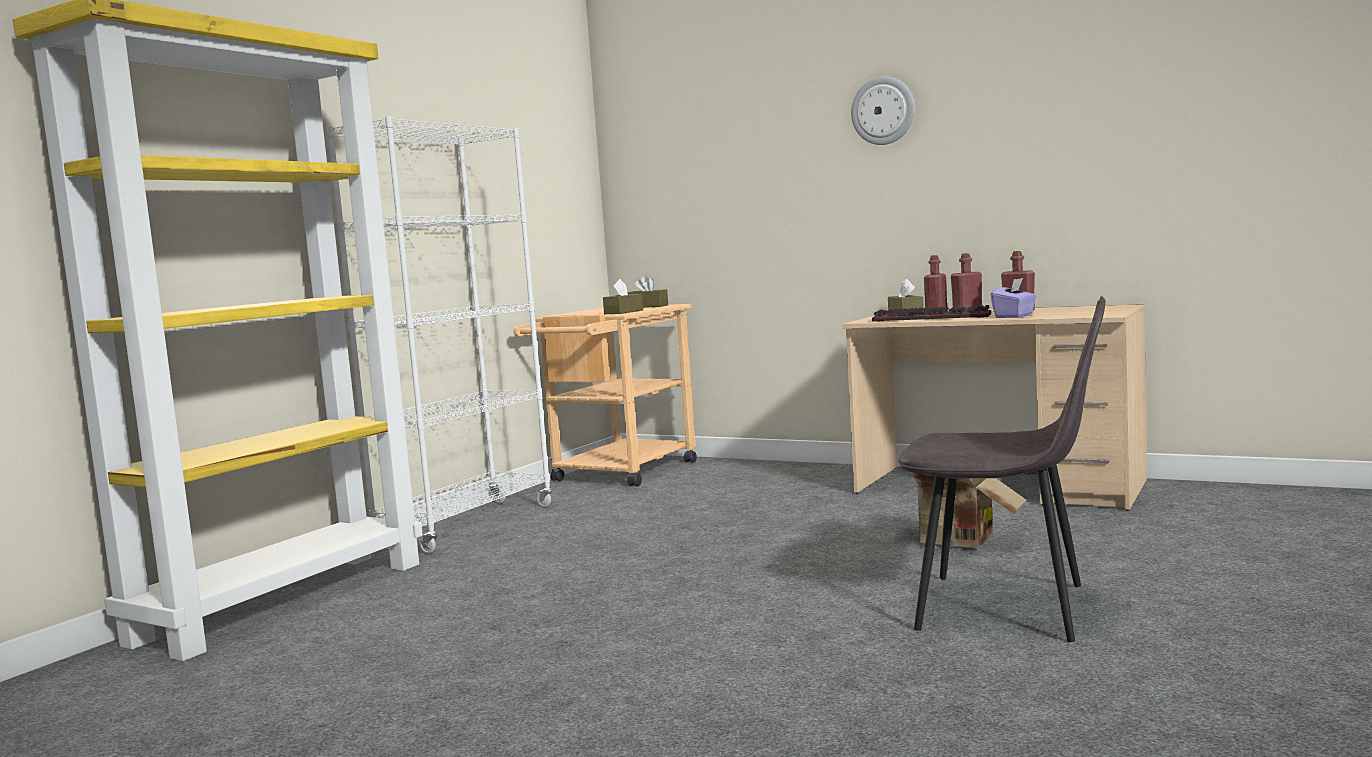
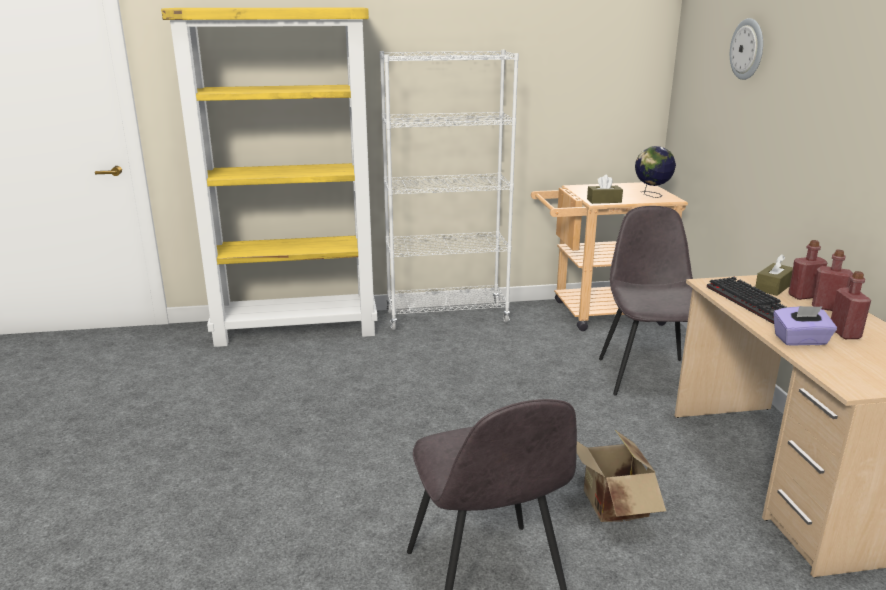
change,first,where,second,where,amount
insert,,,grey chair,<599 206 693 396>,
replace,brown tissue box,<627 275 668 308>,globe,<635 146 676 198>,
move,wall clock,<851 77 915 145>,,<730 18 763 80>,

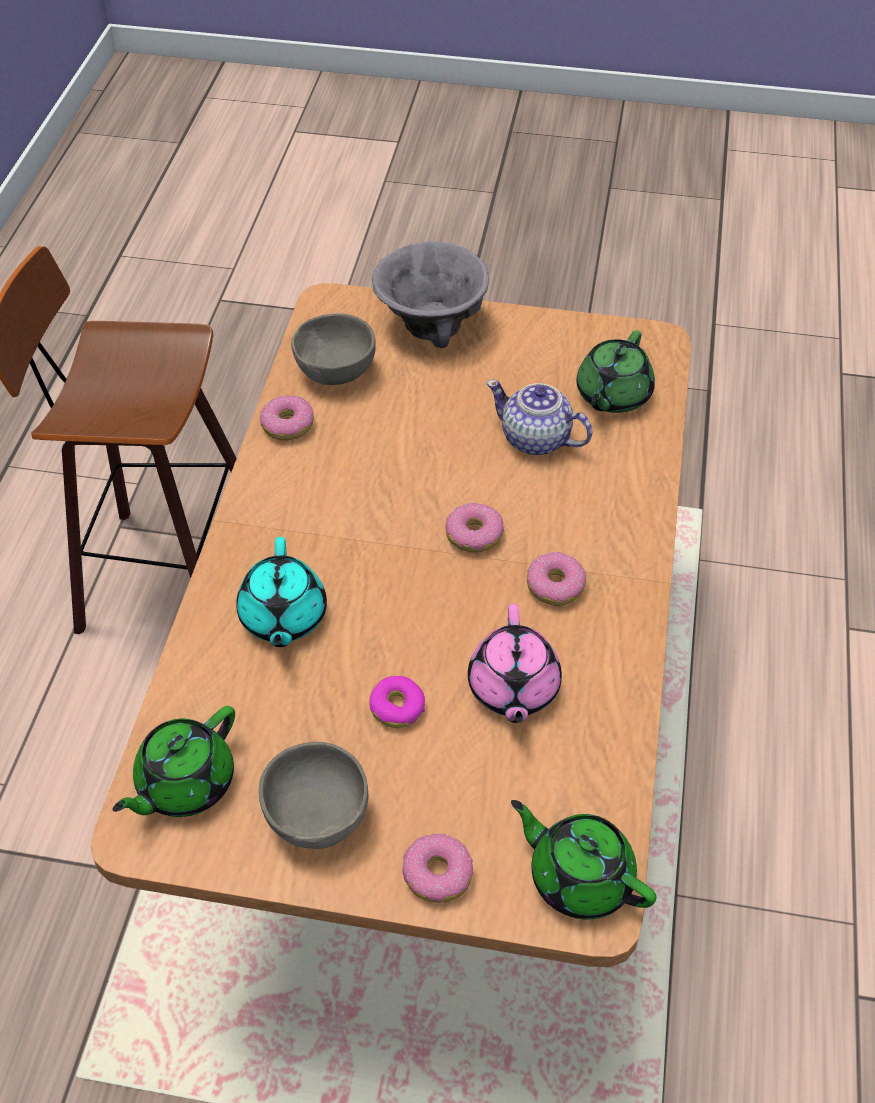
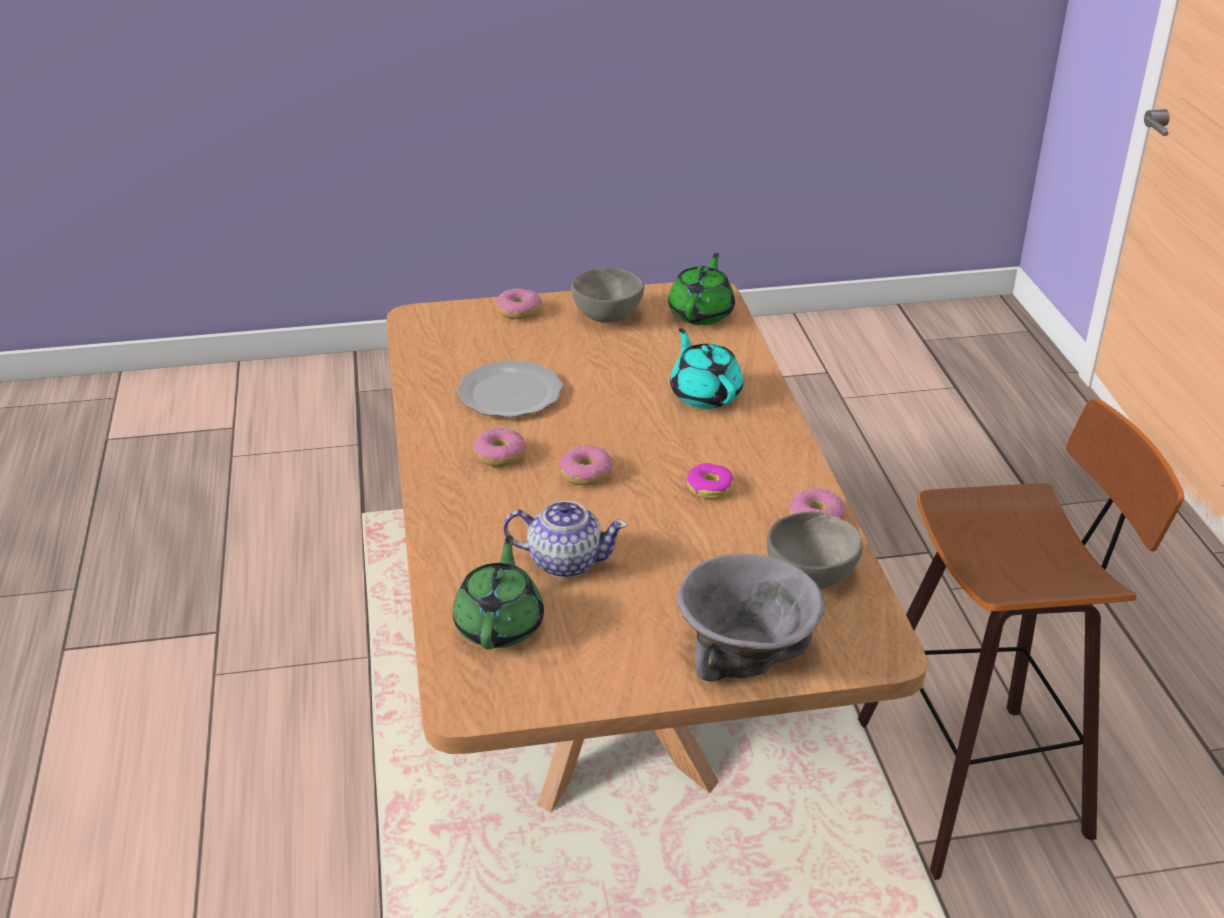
change,first,where,second,where,amount
replace,pink teapot,<468 604 562 723>,plate,<457 360 563 417>,
move,donut,<369 676 425 728>,,<686 463 734 499>,
delete,green teapot,<511 800 657 920>,,,

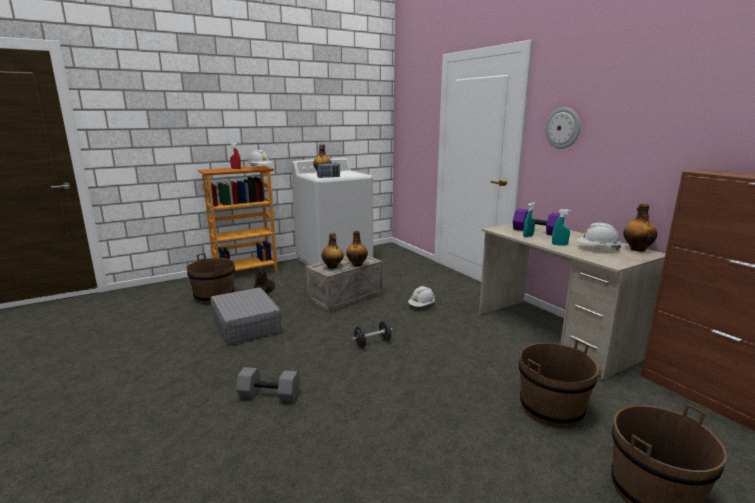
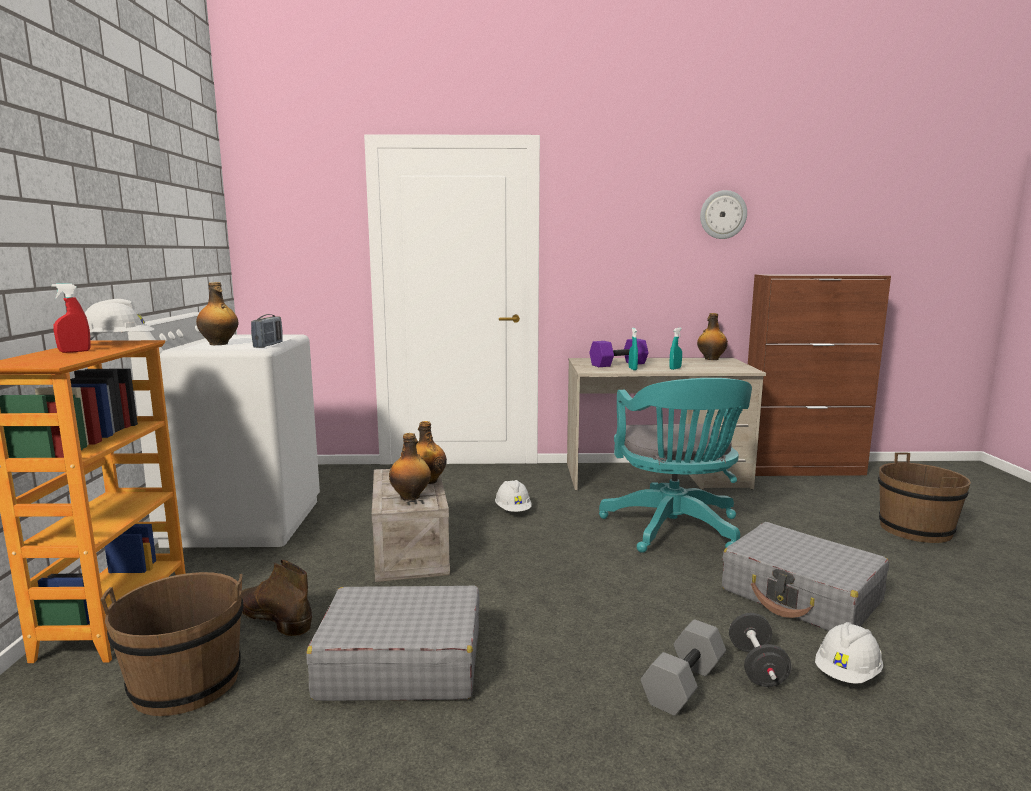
change,first,where,second,where,amount
insert,,,turquoise office chair,<599 378 752 553>,
move,wall clock,<545 107 580 149>,,<700 190 747 239>,
insert,,,grey suitcase,<722 522 889 631>,
move,black dumbbell,<352 321 393 348>,,<729 613 792 687>,
move,white hard hat,<577 223 621 250>,,<815 622 883 684>,
delete,brown bucket,<519 339 599 428>,,,

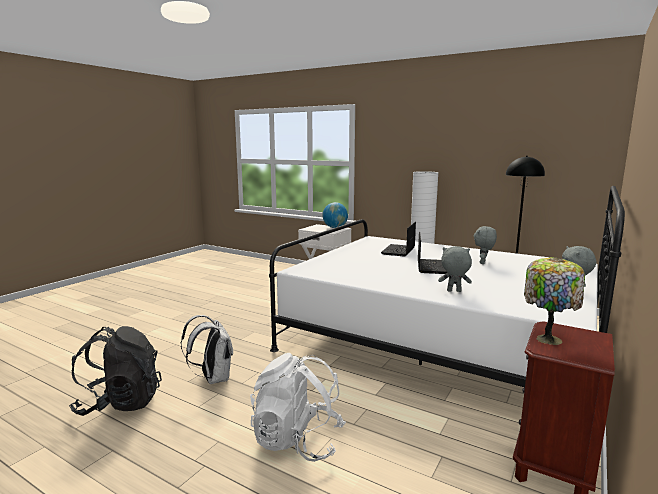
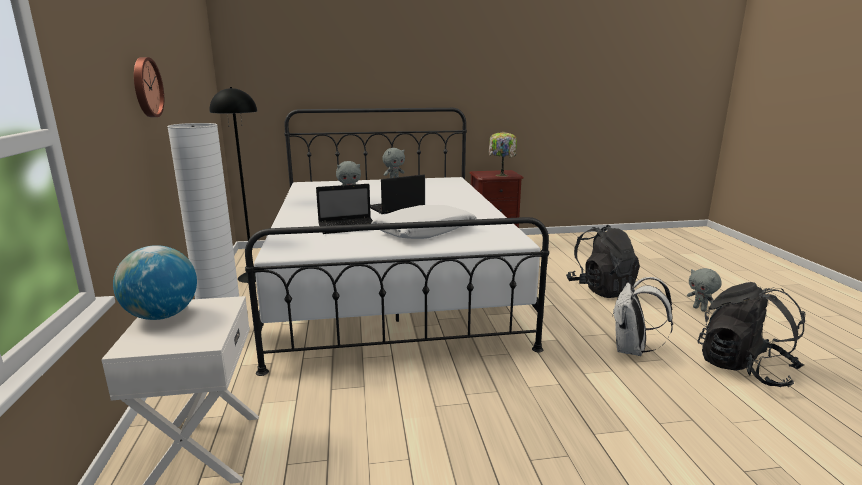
change,first,where,second,where,amount
insert,,,wall clock,<134 57 164 117>,
insert,,,white pillow,<371 205 477 239>,
recolor,white backpack,<250 353 346 462>,black backpack,<566 225 640 298>,
move,grey plush toy,<438 246 472 292>,,<687 268 722 312>,

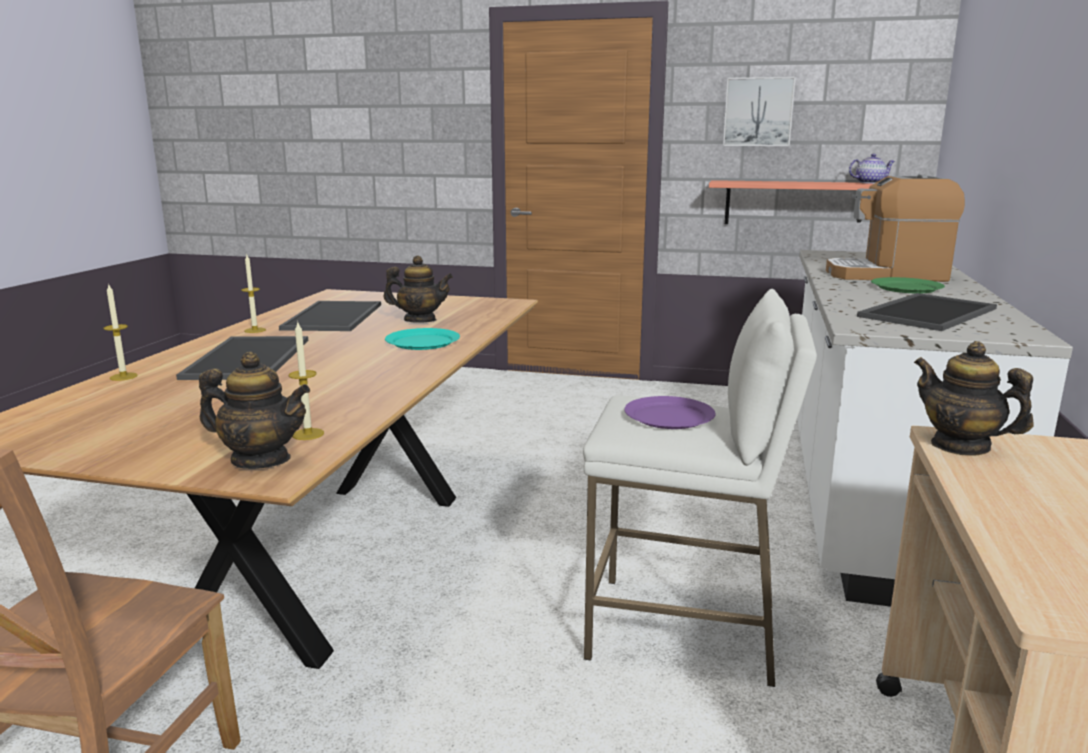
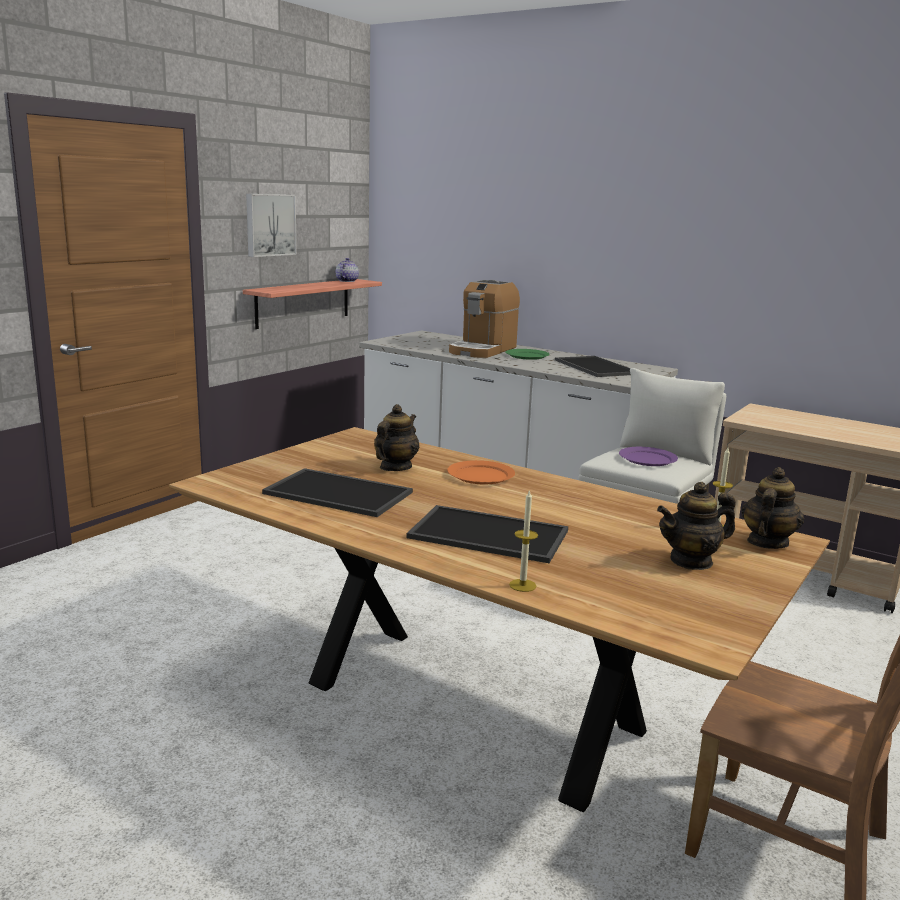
change,first,where,second,where,amount
recolor,turquoise plate,<385 328 460 350>,orange plate,<447 460 515 484>,
move,teapot,<914 341 1034 456>,,<657 482 736 570>,
delete,candle,<241 255 266 333>,,,

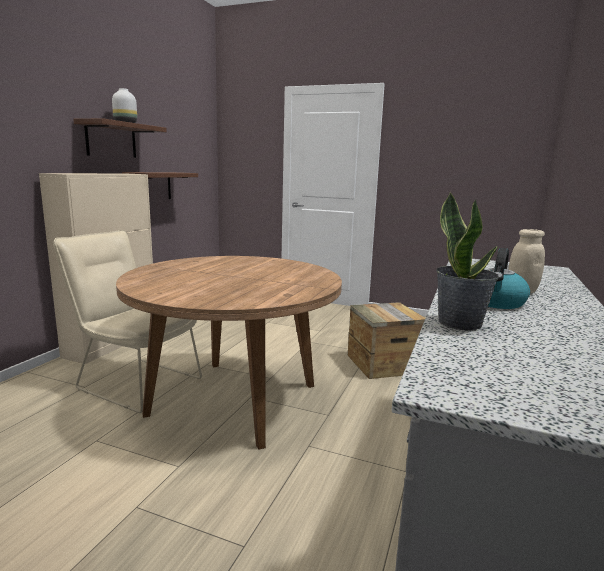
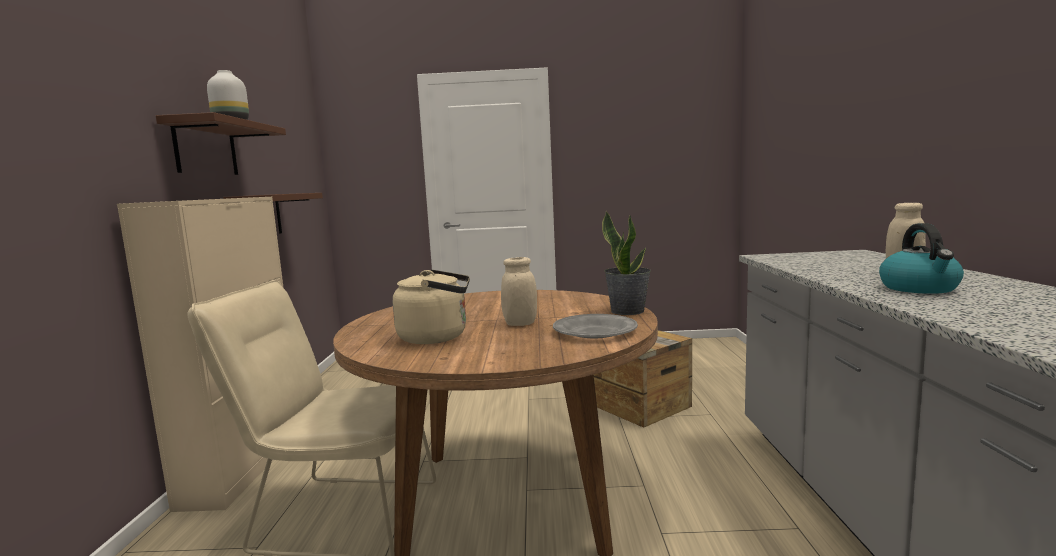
change,first,where,second,where,amount
insert,,,beige kettle,<393 270 470 344>,
insert,,,beige jar,<501 257 537 326>,
insert,,,grey plate,<553 314 638 338>,
move,potted plant,<436 192 499 330>,,<602 211 651 315>,

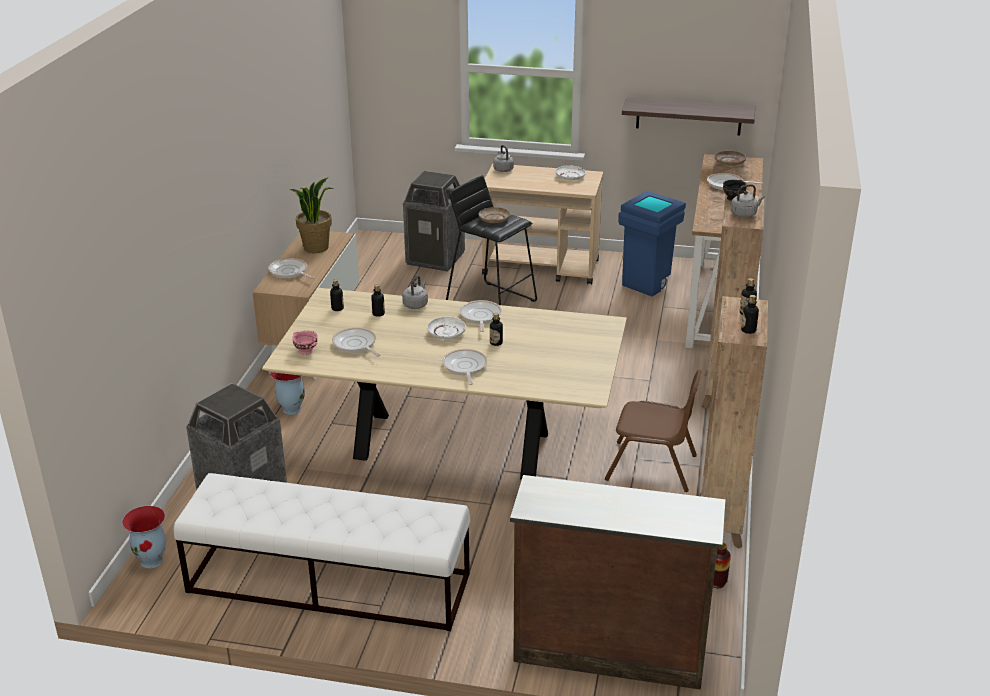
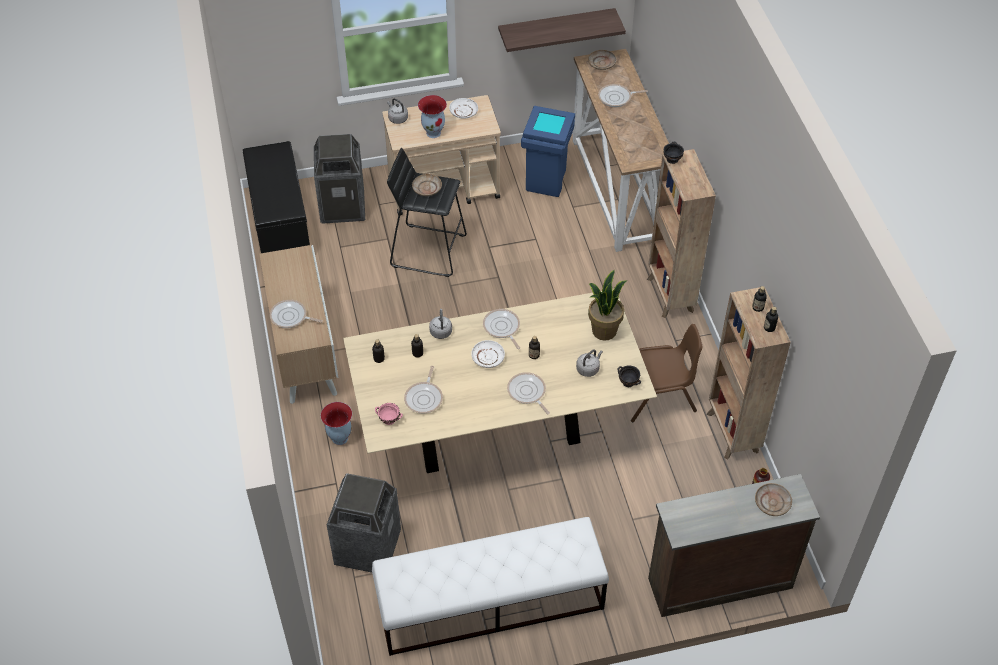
change,first,where,second,where,amount
insert,,,black bench,<243 141 310 253>,
rotate,frying pan,<332 328 380 357>,,<404 366 443 414>,105 degrees counterclockwise
move,vase,<122 506 166 568>,,<418 95 447 138>,
move,grey kettle,<731 184 765 217>,,<576 349 603 377>,
move,potted plant,<289 178 335 253>,,<588 270 627 341>,
insert,,,black bowl,<618 365 641 387>,
insert,,,beige plate,<755 483 792 516>,

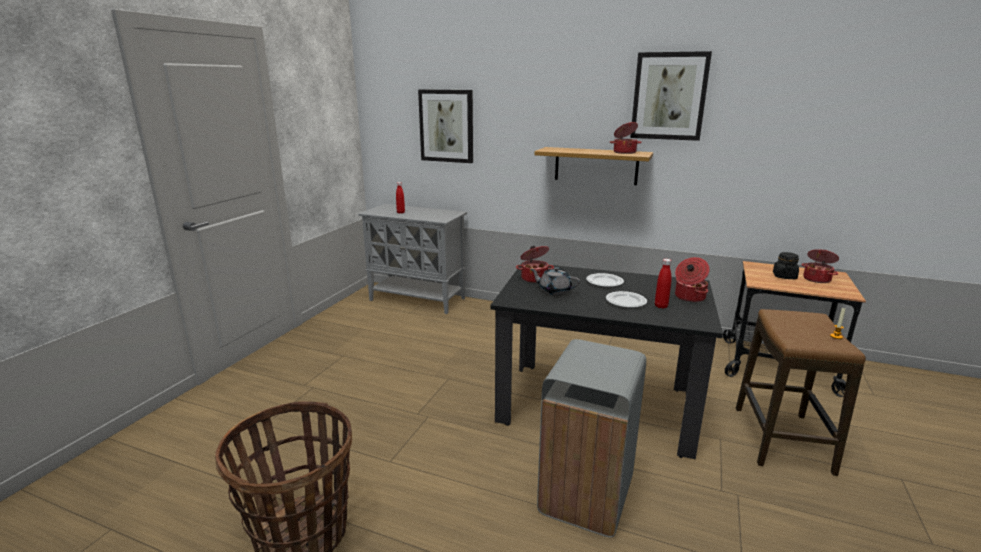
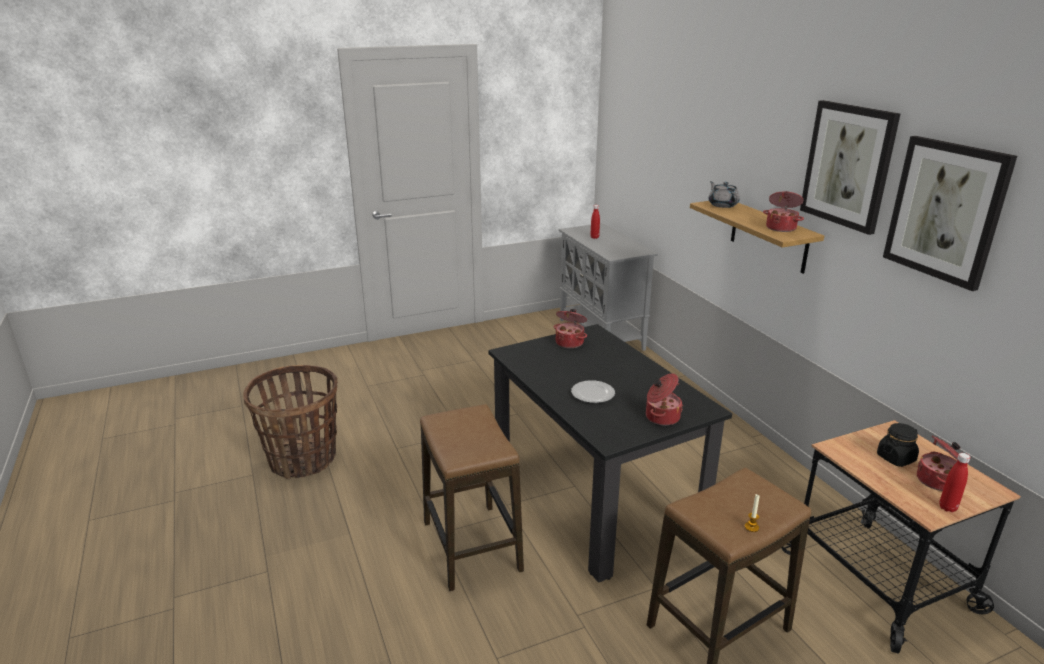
change,first,where,second,where,amount
replace,grey trash can,<537 339 646 537>,stool,<420 404 524 591>,
move,grey teapot,<530 267 580 295>,,<708 181 740 208>,
move,picture,<418 89 473 163>,,<883 136 1017 291>,
move,red bottle,<655 259 671 309>,,<939 453 971 512>,
delete,plate,<586 273 624 287>,,,

